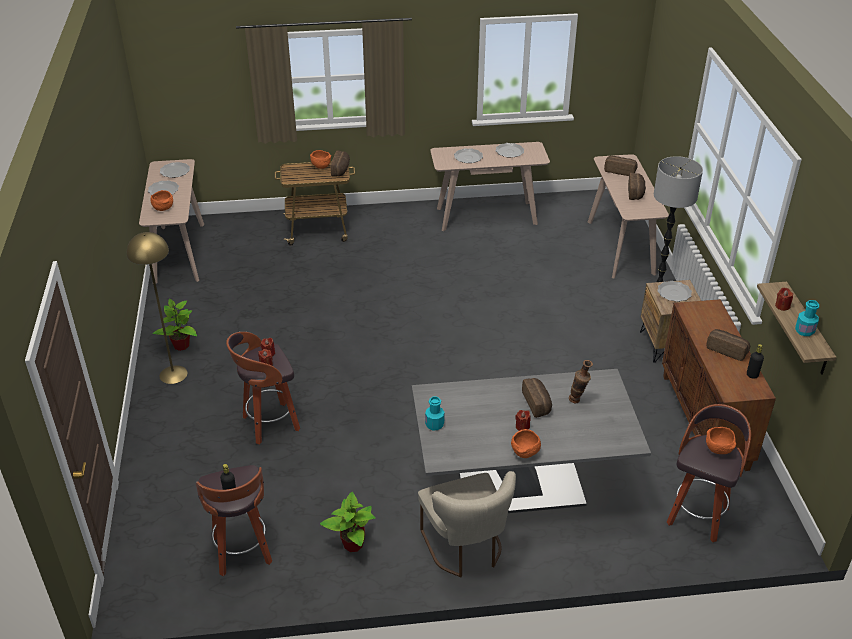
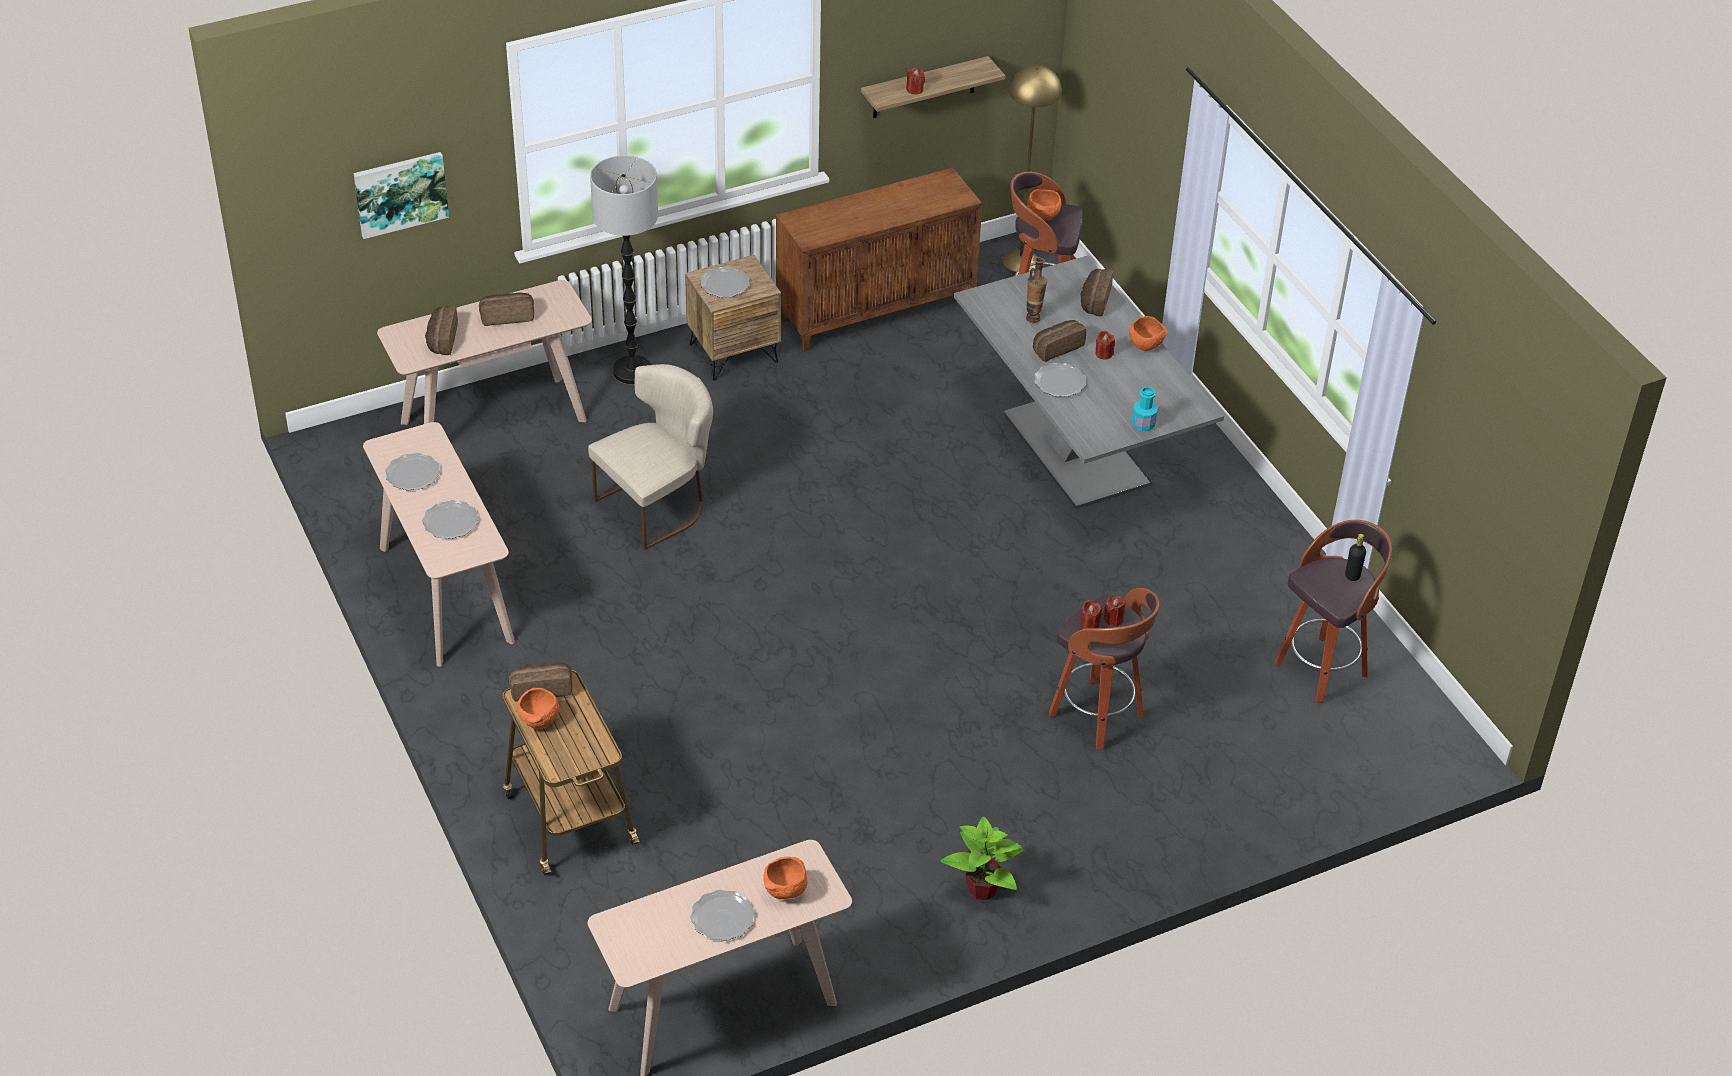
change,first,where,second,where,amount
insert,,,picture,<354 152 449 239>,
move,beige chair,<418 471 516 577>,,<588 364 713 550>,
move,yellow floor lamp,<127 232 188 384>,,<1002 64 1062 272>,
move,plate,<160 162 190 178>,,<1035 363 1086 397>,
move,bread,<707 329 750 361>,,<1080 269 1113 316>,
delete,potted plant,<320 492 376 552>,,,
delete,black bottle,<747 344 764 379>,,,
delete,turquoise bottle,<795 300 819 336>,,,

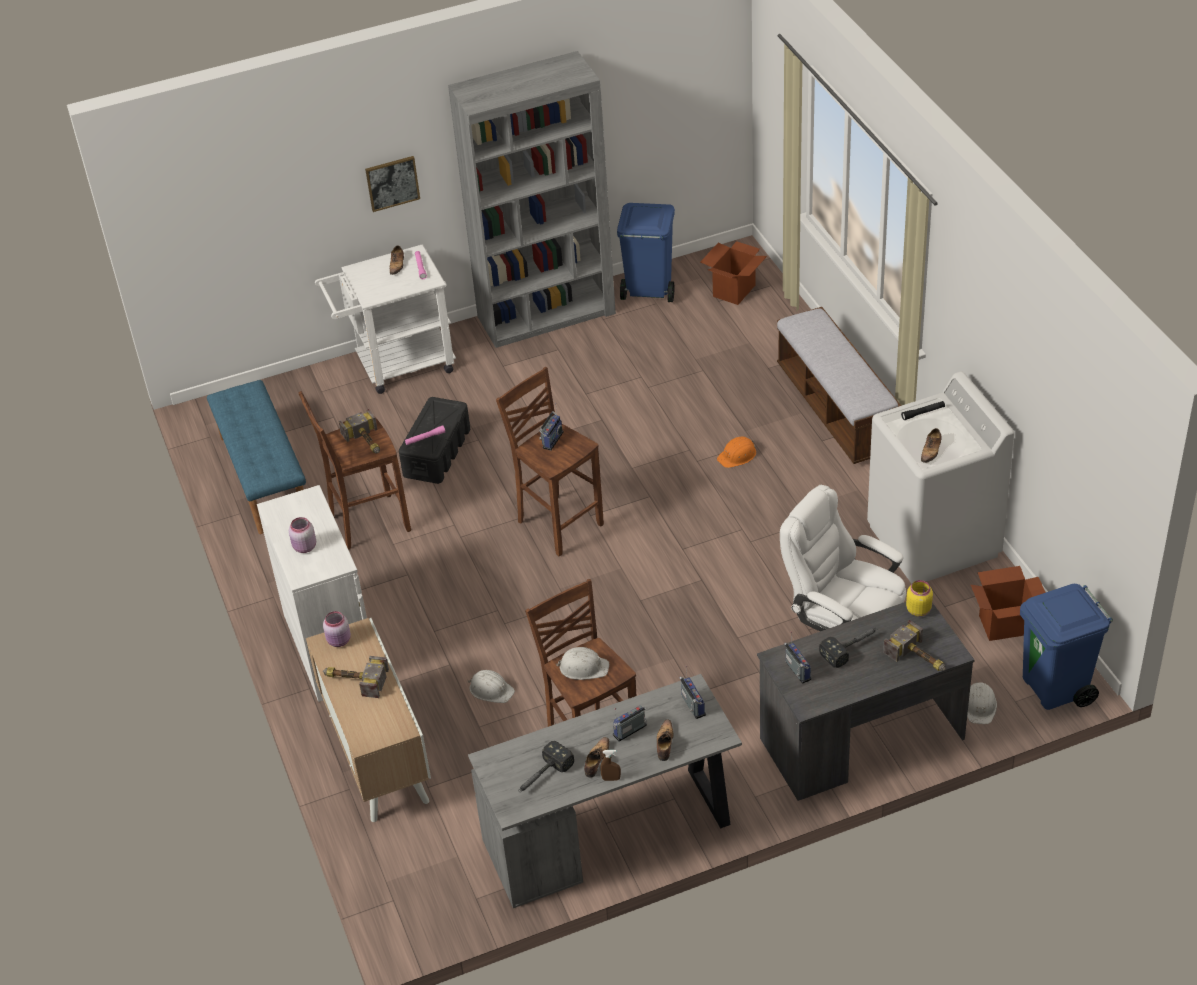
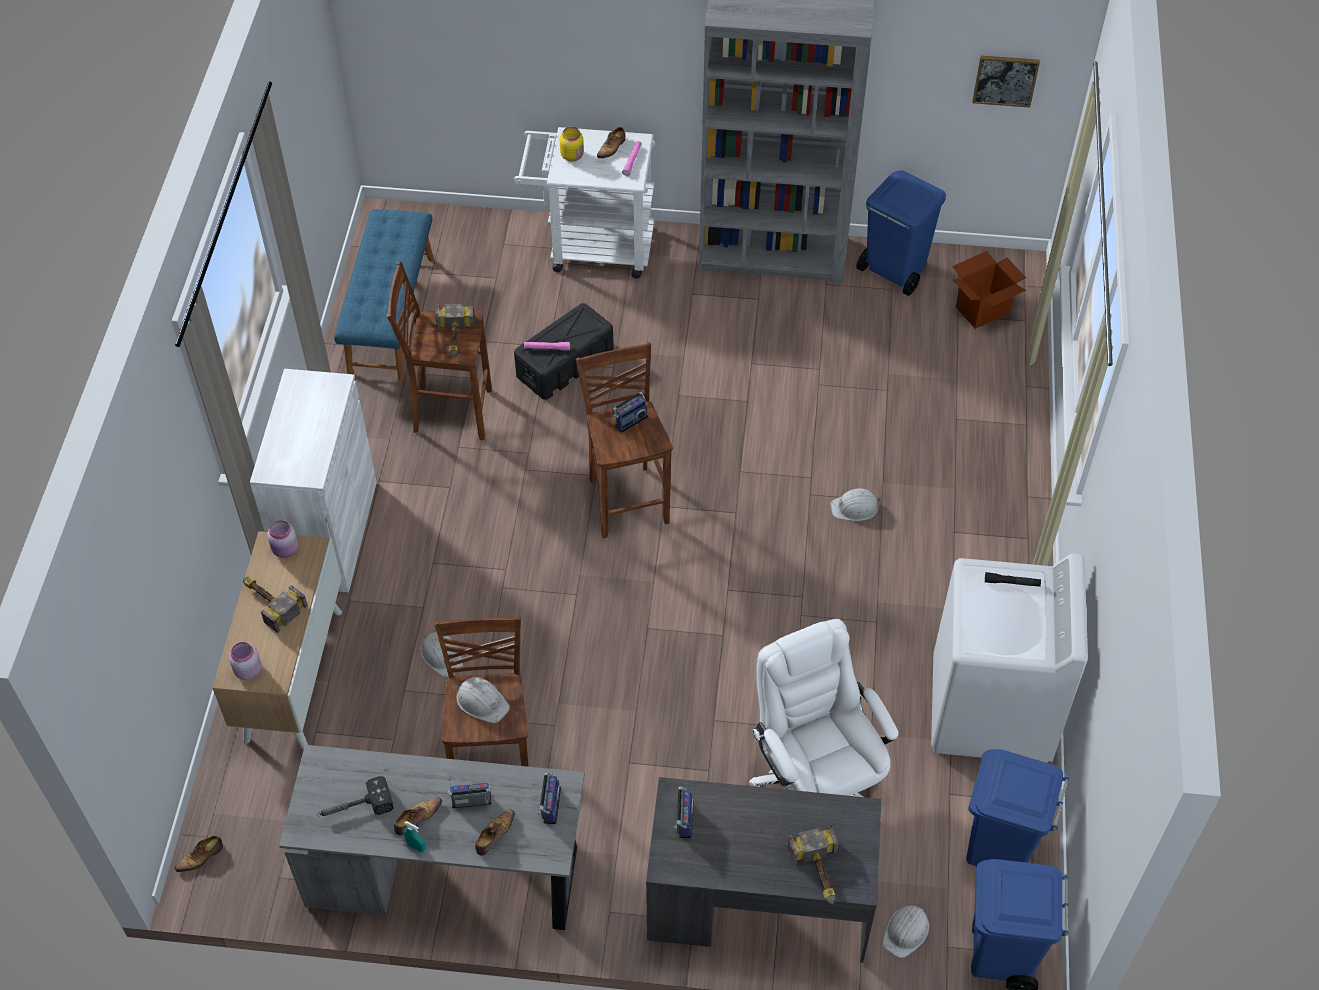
change,first,where,second,where,amount
move,shoe,<921 428 942 463>,,<175 836 223 872>,
move,pink jar,<289 517 316 553>,,<229 642 262 680>,
recolor,brown spray bottle,<600 750 621 781>,turquoise spray bottle,<404 821 425 852>,
move,yellow jar,<906 580 933 617>,,<560 127 584 162>,
recolor,orange hard hat,<717 436 756 468>,white hard hat,<830 489 881 521>,
replace,cardboard box,<971 566 1046 641>,blue trash can,<966 749 1069 866>,
move,picture,<365 156 420 212>,,<972 56 1040 108>,
delete,bench,<777 307 901 464>,,,
delete,hammer,<819 628 878 668>,,,

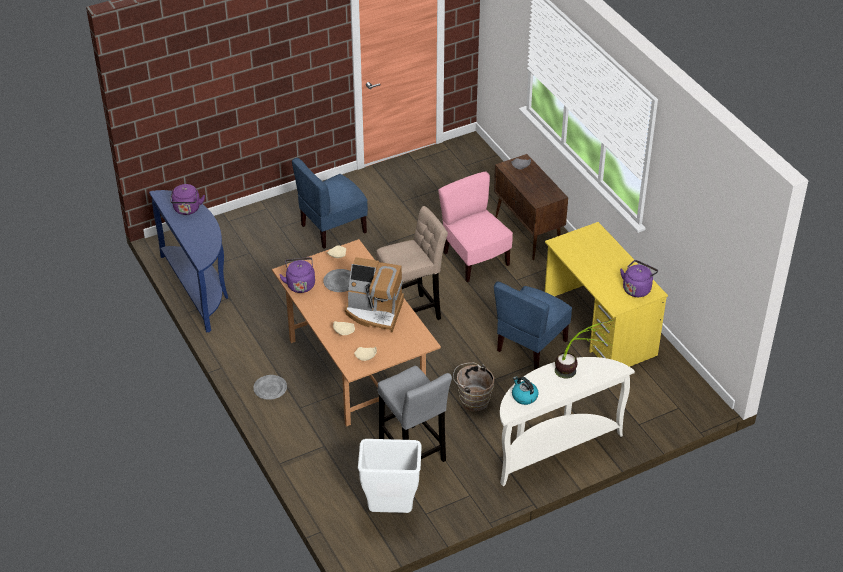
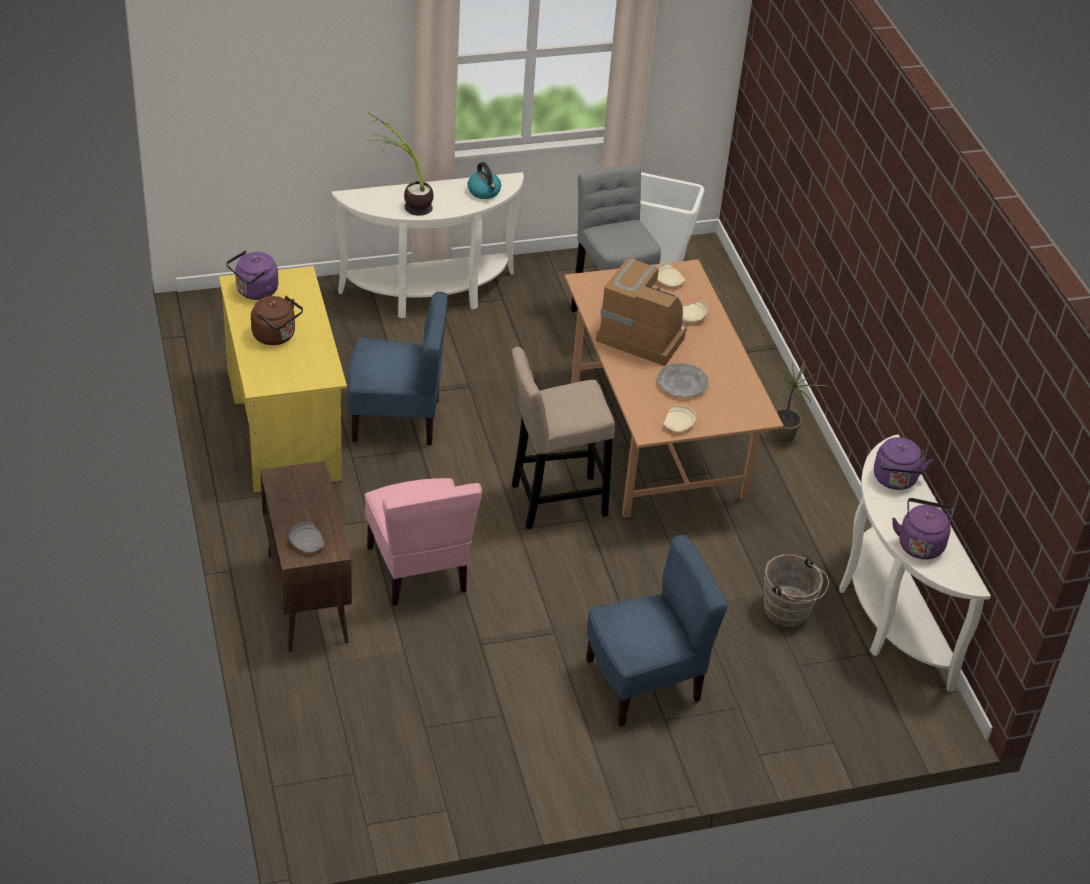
change,first,where,second,where,amount
insert,,,brown kettle,<251 295 303 345>,
rotate,blue chair,<494 281 572 369>,,<348 292 448 446>,45 degrees clockwise
move,brown bucket,<453 363 494 412>,,<764 554 829 627>,
replace,grey plate,<253 375 287 400>,potted plant,<769 361 829 445>,
recolor,blue console table,<149 190 228 332>,white console table,<839 434 991 692>,
move,purple kettle,<279 257 315 293>,,<874 437 934 490>,

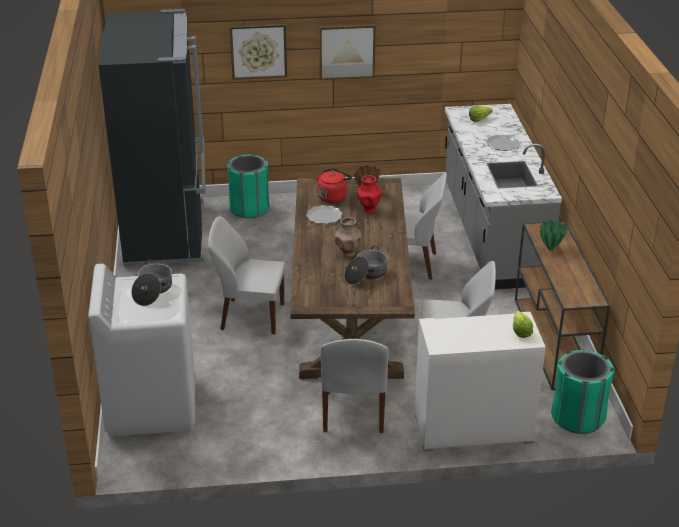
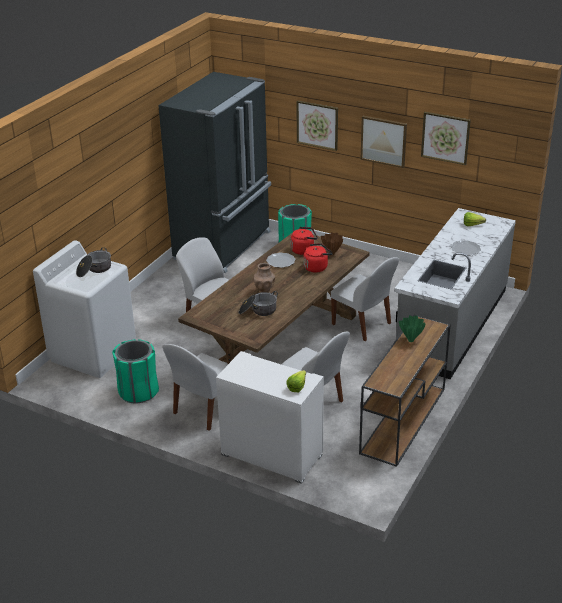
change,first,where,second,where,amount
move,green trash can,<551 350 614 434>,,<112 339 159 403>,
replace,red vase,<357 175 382 213>,red kettle,<303 243 333 273>,
insert,,,picture,<421 112 471 165>,

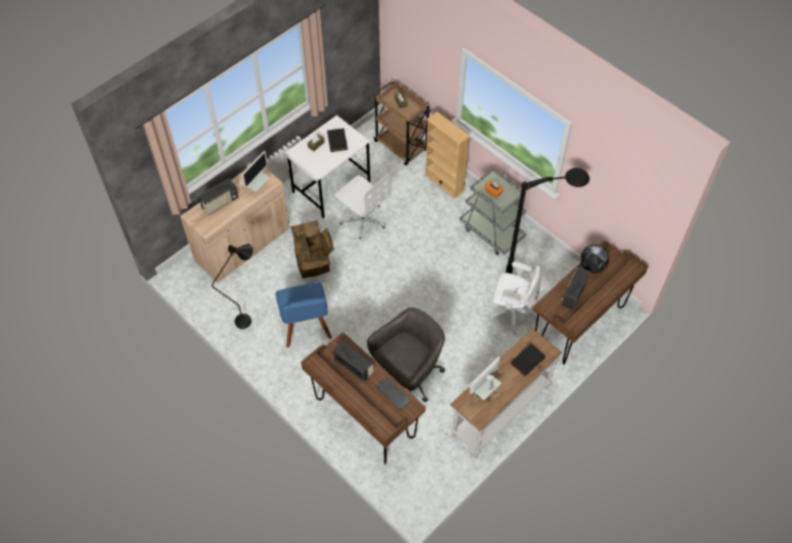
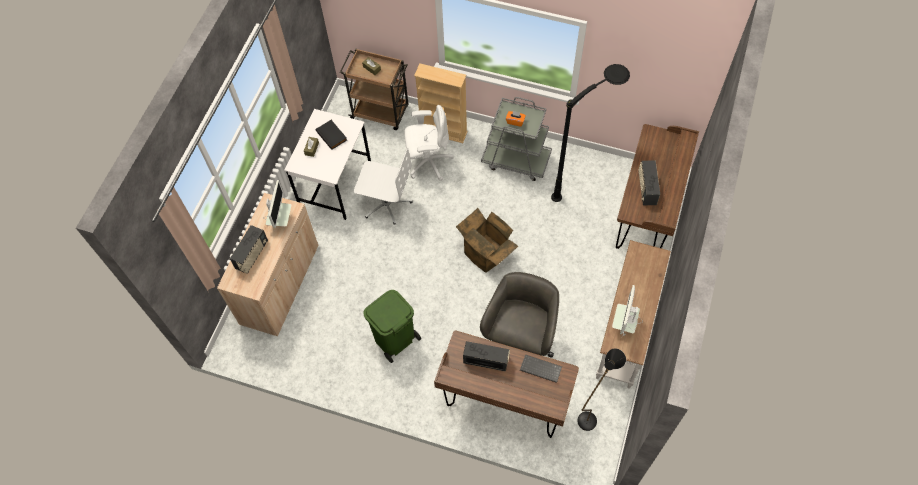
change,first,where,second,where,amount
replace,blue chair,<276 282 332 348>,green trash can,<363 290 421 363>,
move,white office chair,<490 261 541 335>,,<405 105 454 181>,
move,cardboard box,<290 220 334 278>,,<456 208 518 273>,
move,black floor lamp,<212 244 253 329>,,<577 348 626 431>,
delete,black book,<510 344 545 376>,,,
delete,globe,<580 245 609 273>,,,

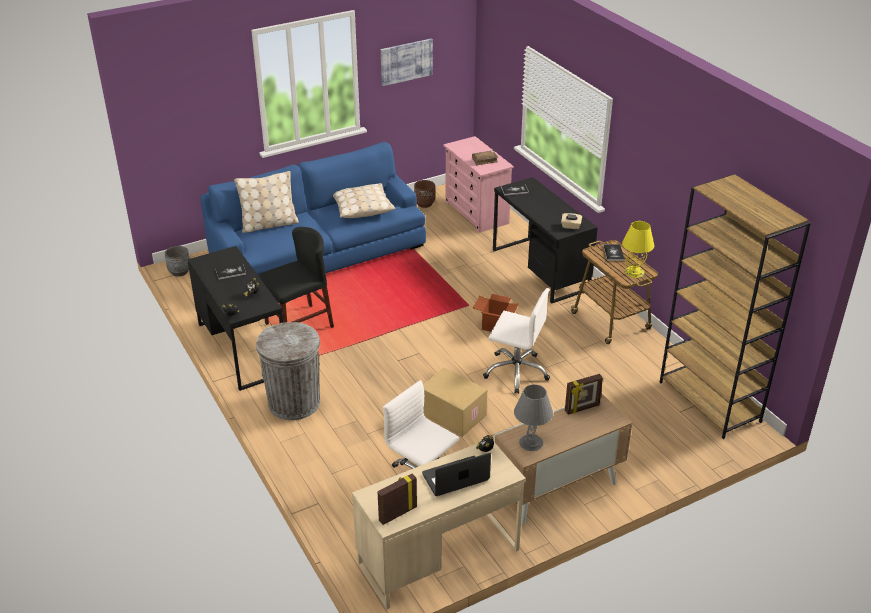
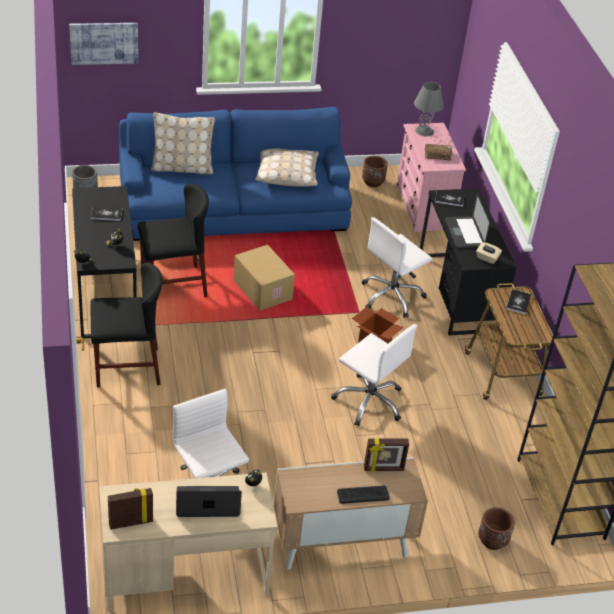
change,first,where,second,where,amount
move,picture,<381 39 433 86>,,<69 23 138 65>,
replace,grey trash can,<256 322 320 420>,black chair,<90 263 163 387>,
move,cardboard box,<423 368 487 437>,,<234 245 295 311>,
insert,,,keyboard,<337 486 390 504>,
insert,,,white office chair,<362 217 432 318>,
move,grey table lamp,<514 384 553 451>,,<414 82 444 136>,
insert,,,laptop,<445 194 490 248>,
insert,,,brown planter,<478 507 515 550>,
delete,yellow table lamp,<622 221 654 278>,,,

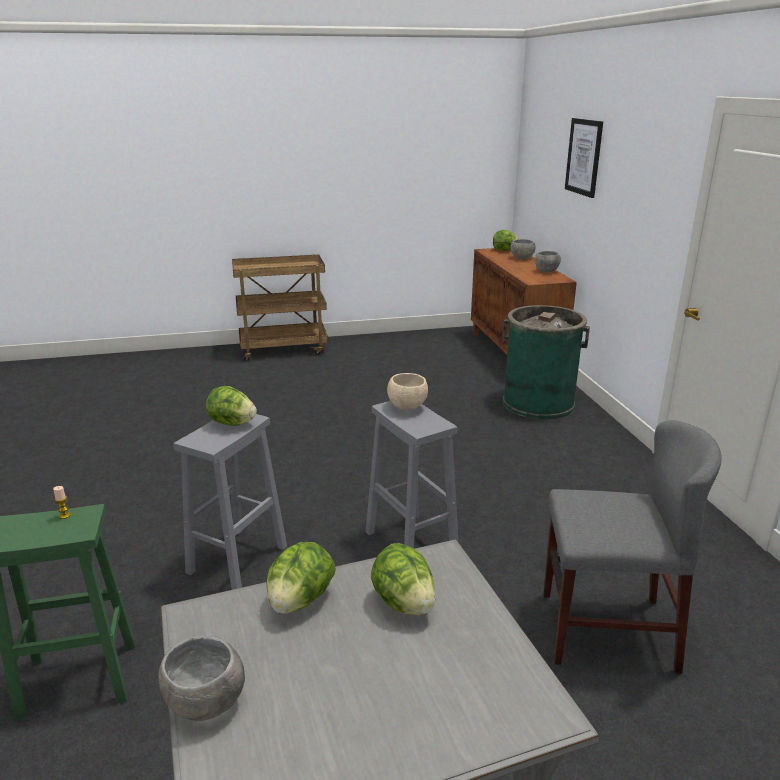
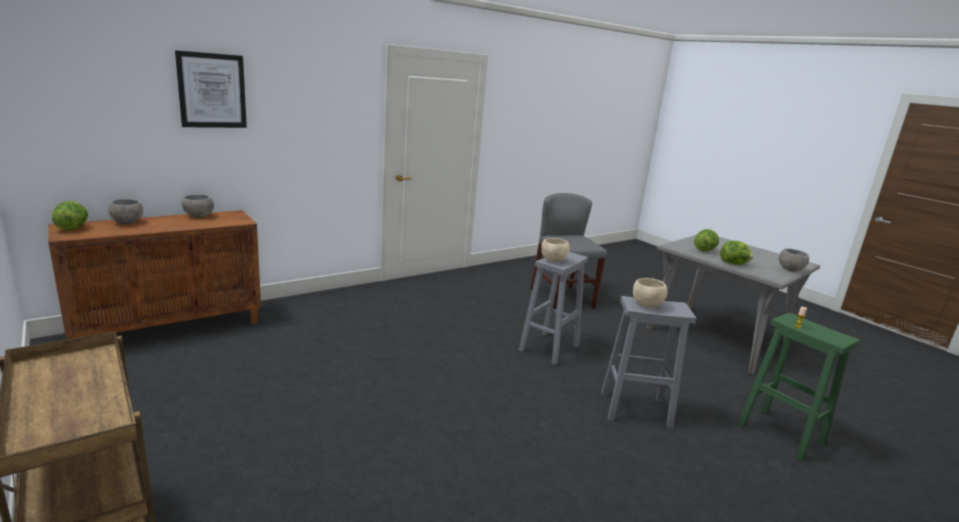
change,first,where,second,where,amount
replace,lettuce,<206 386 257 426>,beige bowl,<633 278 668 308>,
delete,green trash can,<503 305 590 420>,,,

